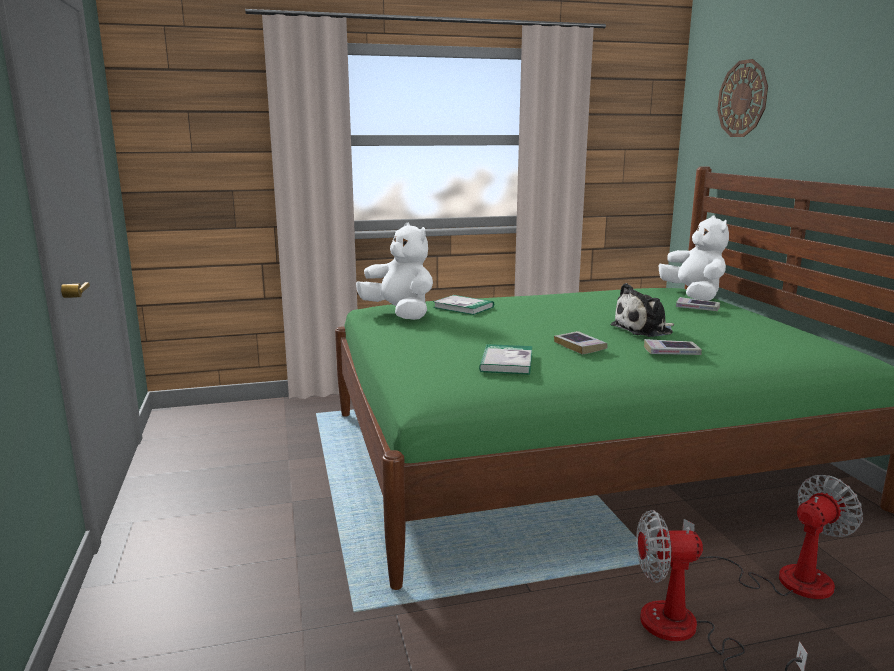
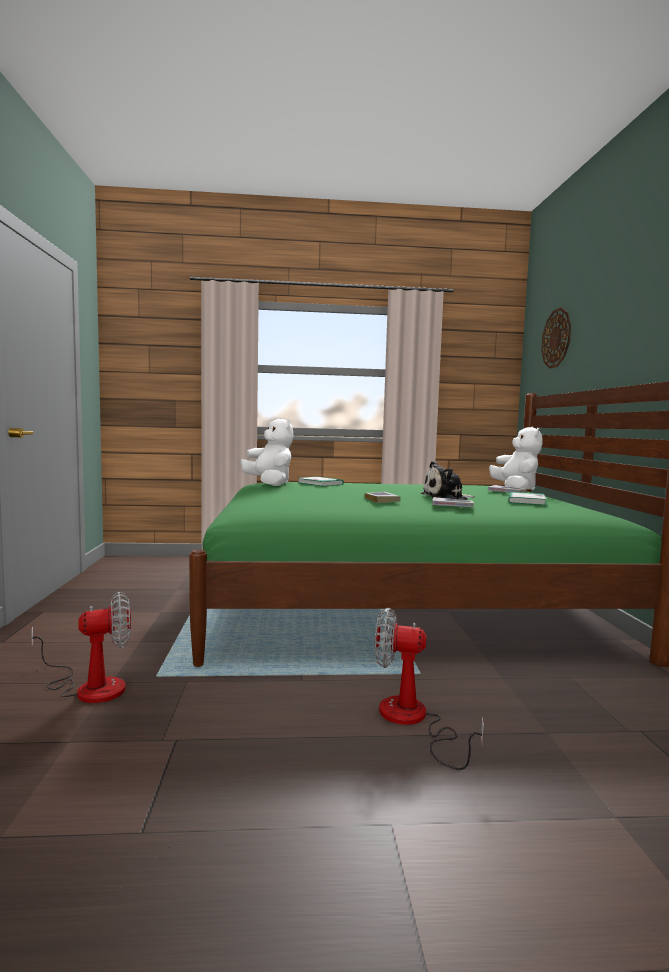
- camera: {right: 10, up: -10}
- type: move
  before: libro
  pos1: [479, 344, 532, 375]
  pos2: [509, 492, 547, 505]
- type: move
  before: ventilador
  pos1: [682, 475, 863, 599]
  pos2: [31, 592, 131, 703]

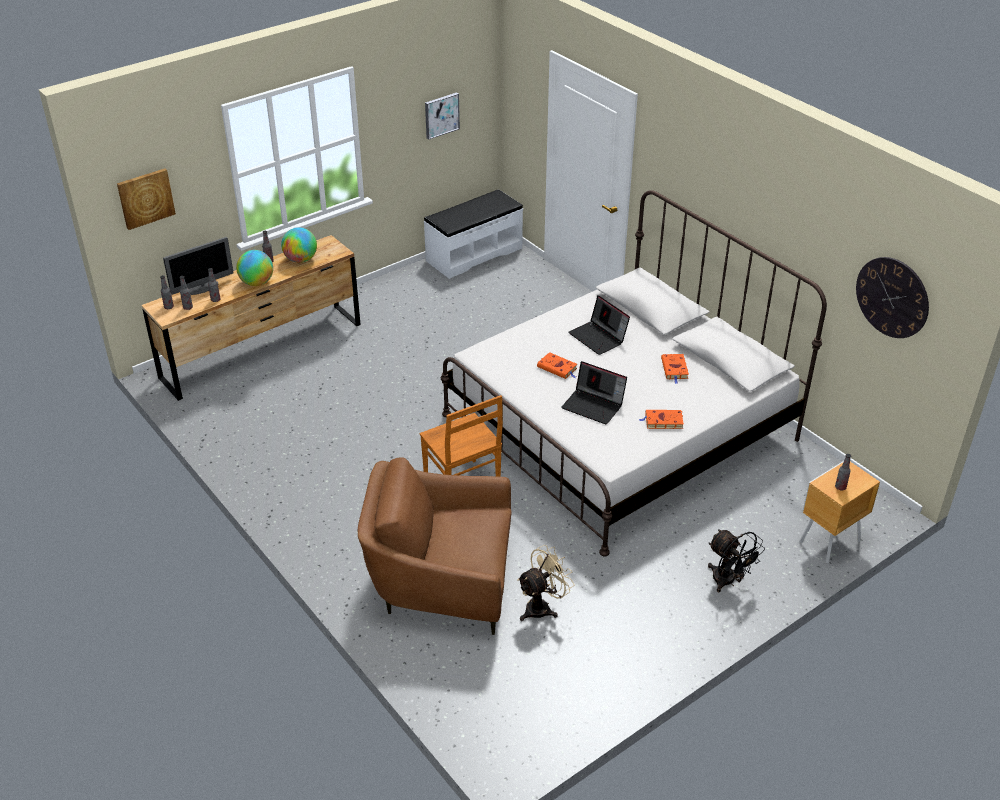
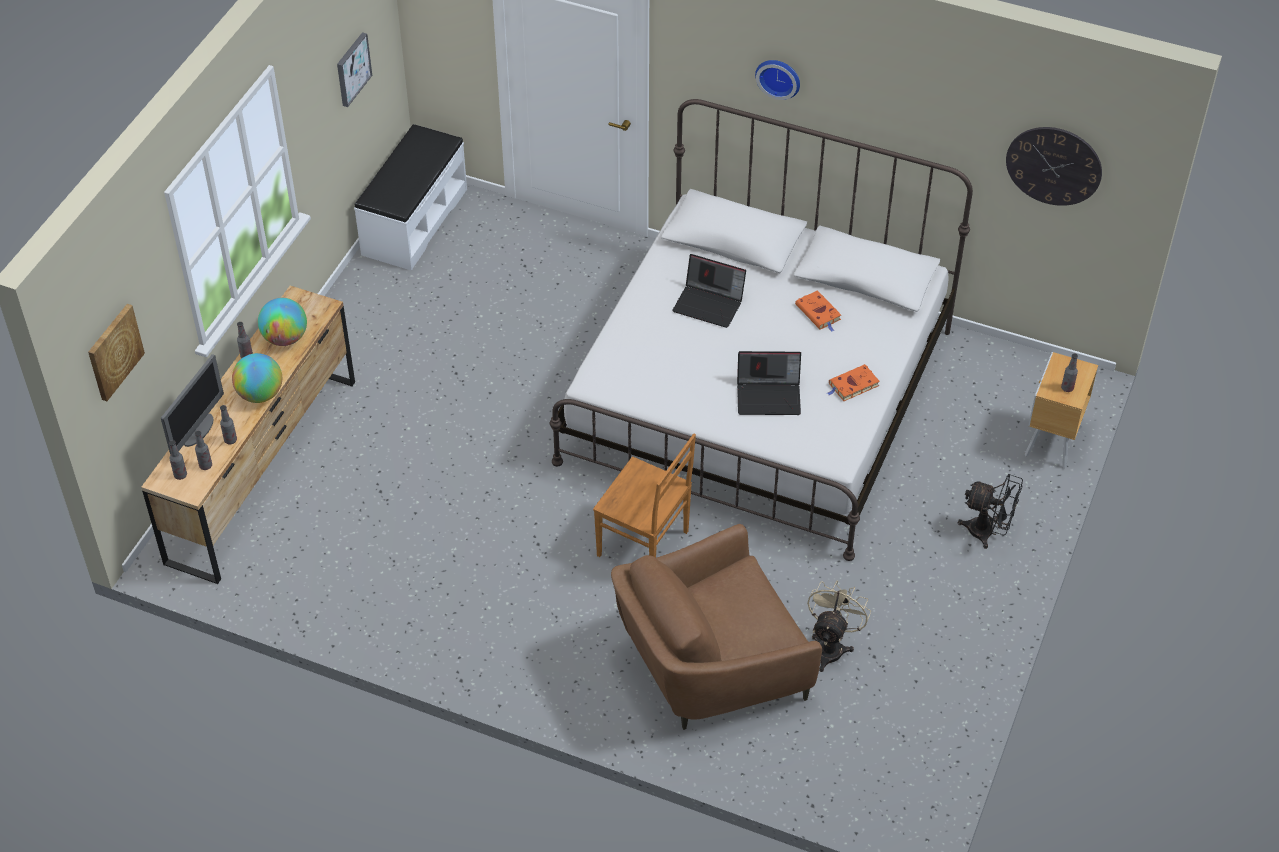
- camera: {right: -30, up: 10}
- type: delete
  before: libro [naranja]
  pos1: [537, 352, 577, 379]
- type: insert
  after: reloj de pared
  pos2: [755, 60, 800, 100]

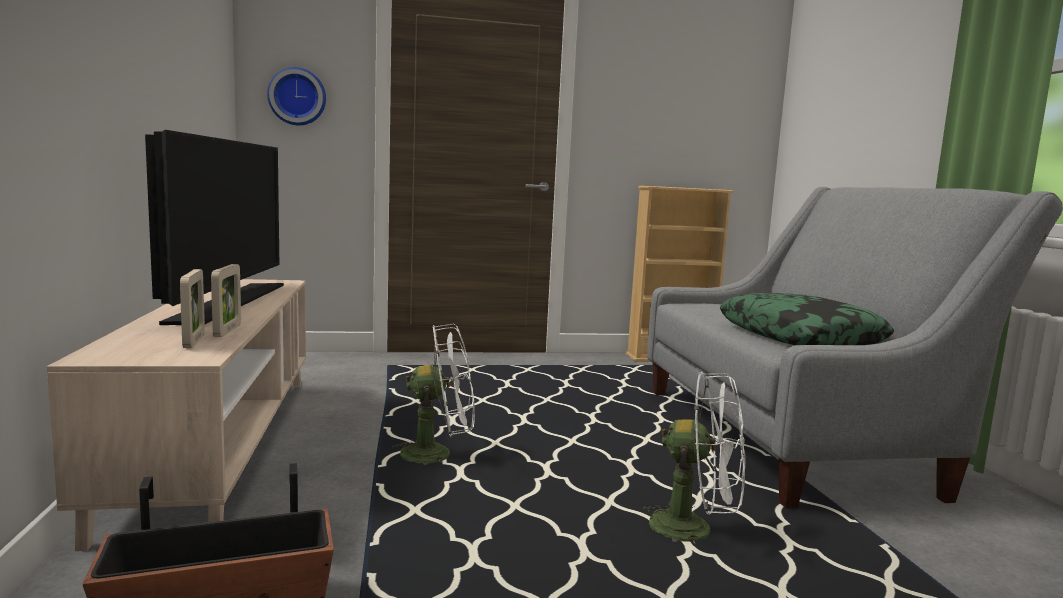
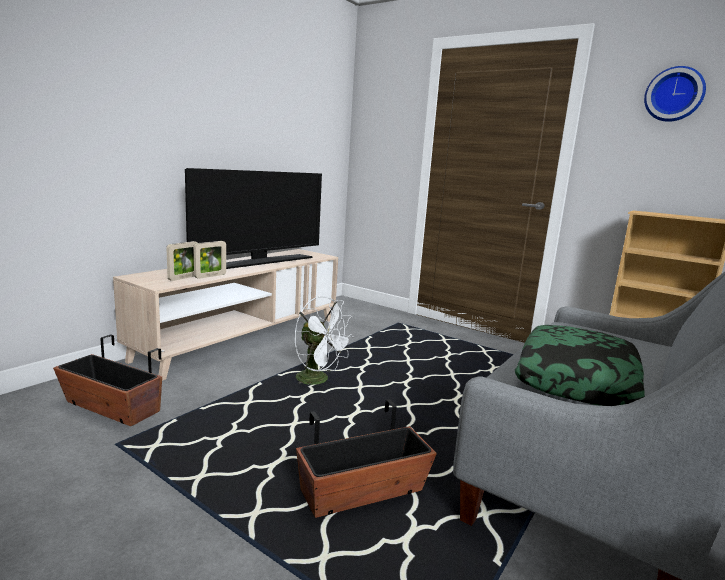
- camera: {right: 45, up: 5}
- type: move
  before: reloj de pared
  pos1: [267, 67, 326, 125]
  pos2: [644, 66, 706, 122]
- type: replace
  before: ventilador [blanco]
  after: maceta
  pos1: [643, 371, 746, 543]
  pos2: [296, 399, 437, 518]

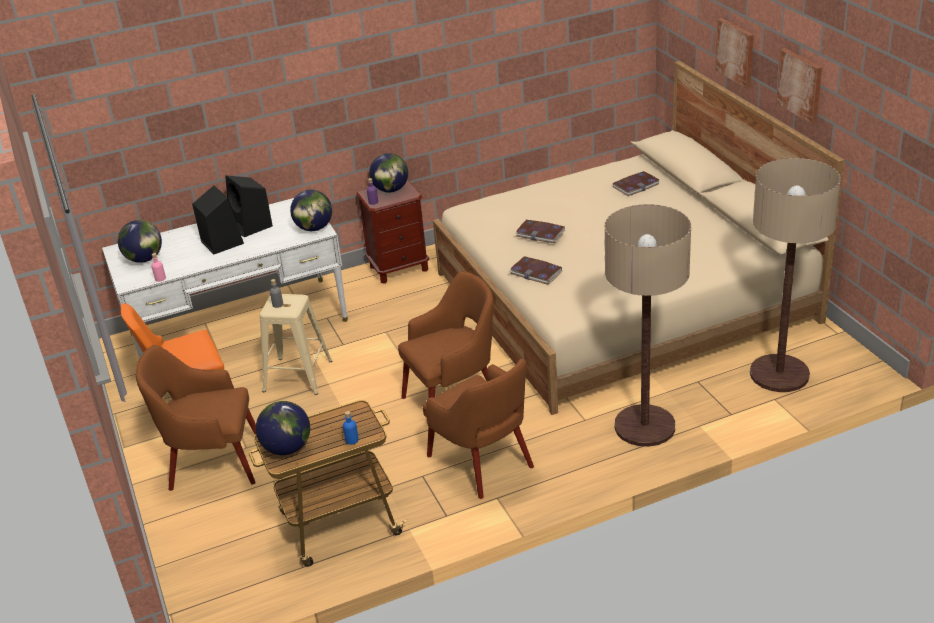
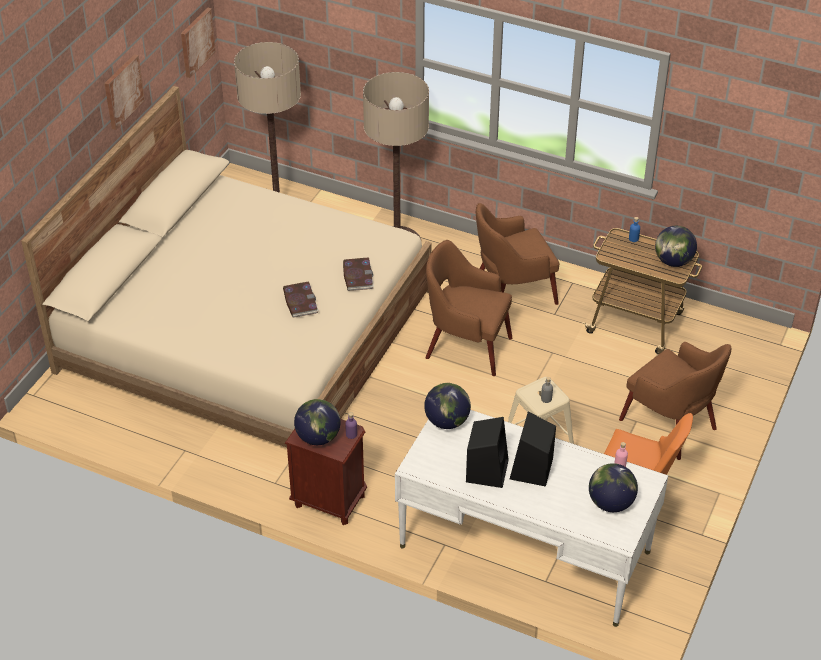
- camera: {right: -135, up: 10}
- type: move
  before: cuadro
  pos1: [715, 18, 754, 89]
  pos2: [181, 7, 216, 78]
- type: delete
  before: libro
  pos1: [612, 171, 659, 196]
- type: rotate
  before: sillón [marrón]
  pos1: [423, 358, 534, 499]
  pos2: [476, 203, 559, 305]
  turn: -120

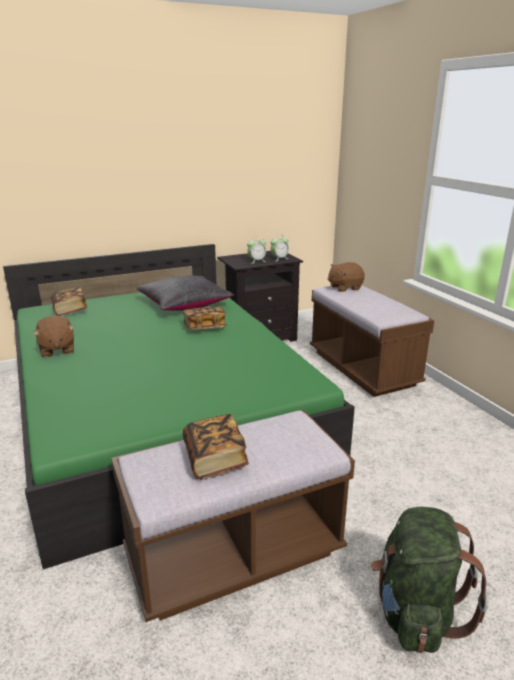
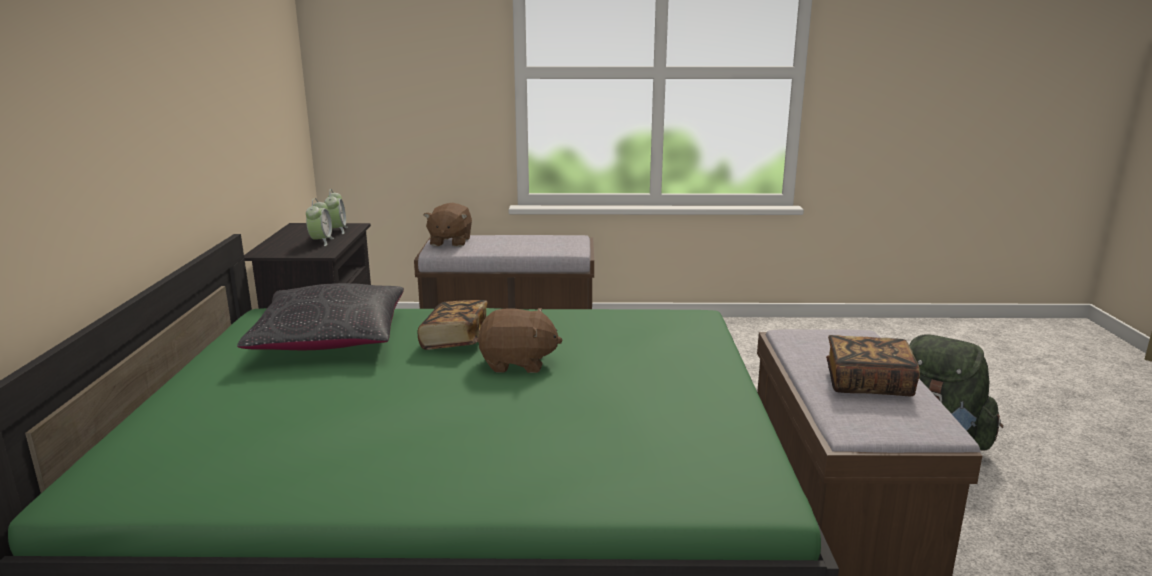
- camera: {right: -65, up: -5}
- type: delete
  before: libro
  pos1: [51, 287, 87, 316]
- type: move
  before: peluche [marrón]
  pos1: [33, 315, 75, 358]
  pos2: [477, 308, 563, 373]

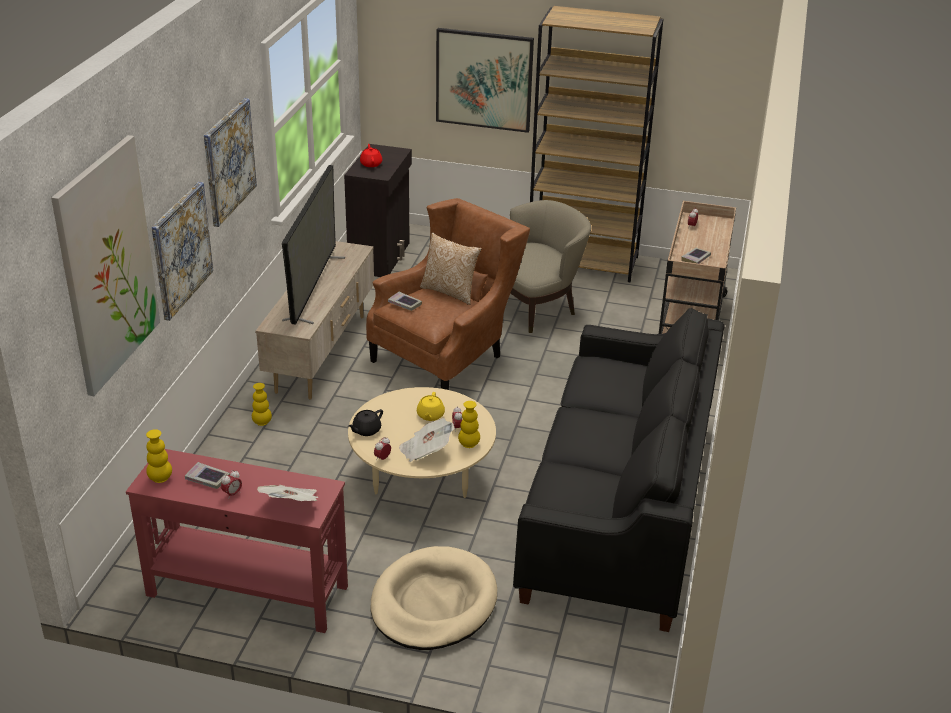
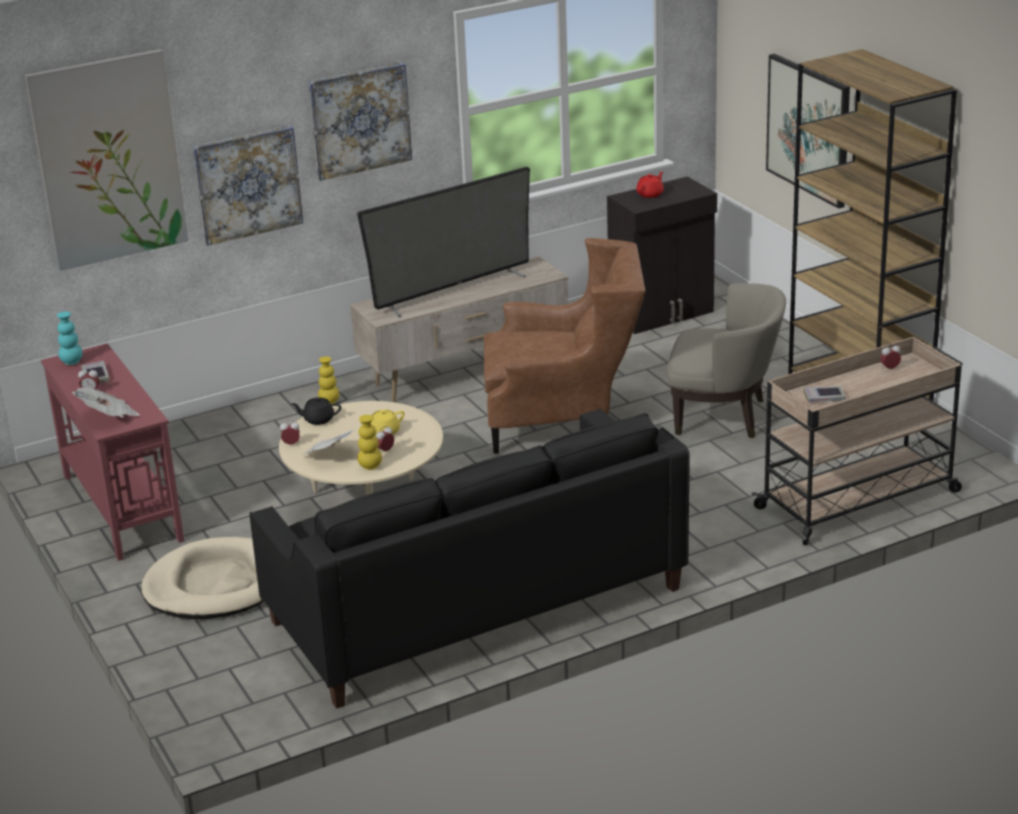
- camera: {right: 50, up: -5}
- type: delete
  before: cojín
  pos1: [420, 233, 482, 305]
- type: delete
  before: libro
  pos1: [388, 292, 422, 311]
- type: recolor
  before: florero [amarillo]
  after: florero [turquesa]
  pos1: [146, 429, 172, 483]
  pos2: [57, 311, 83, 365]

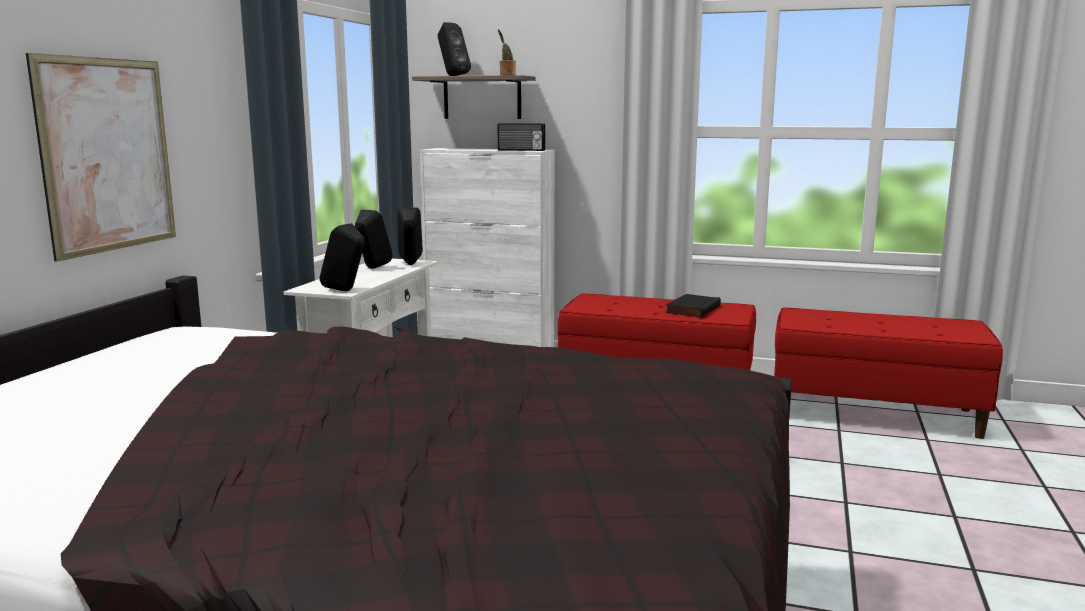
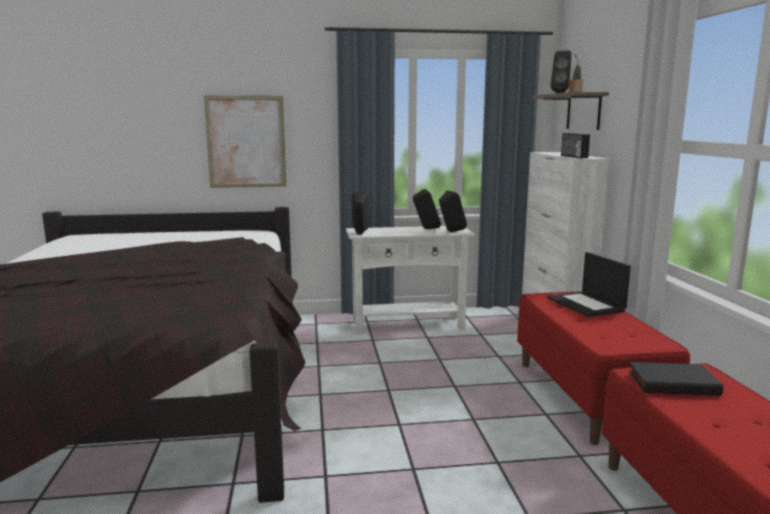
- camera: {right: 65, up: 0}
- type: move
  before: libro [negro]
  pos1: [665, 294, 721, 318]
  pos2: [629, 362, 723, 396]
- type: insert
  after: portátil
  pos2: [547, 252, 631, 317]

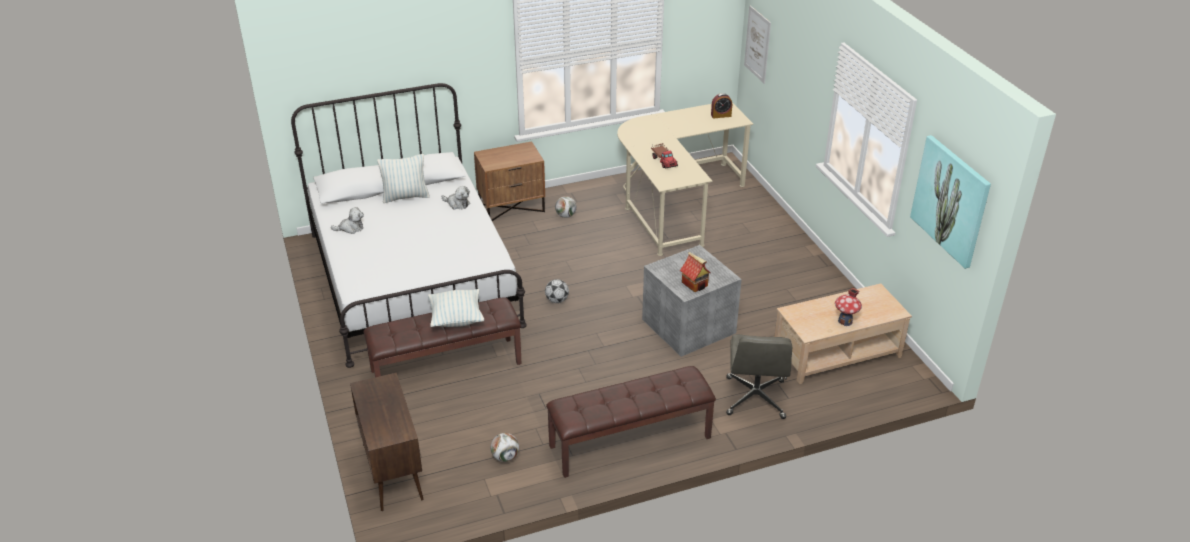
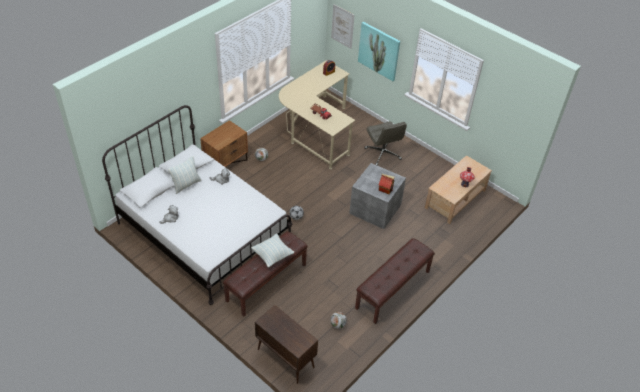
- camera: {right: -30, up: 10}
- type: move
  before: cuadro
  pos1: [910, 135, 991, 269]
  pos2: [358, 22, 400, 81]
- type: move
  before: silla de oficina [gris]
  pos1: [726, 334, 792, 419]
  pos2: [364, 121, 407, 166]

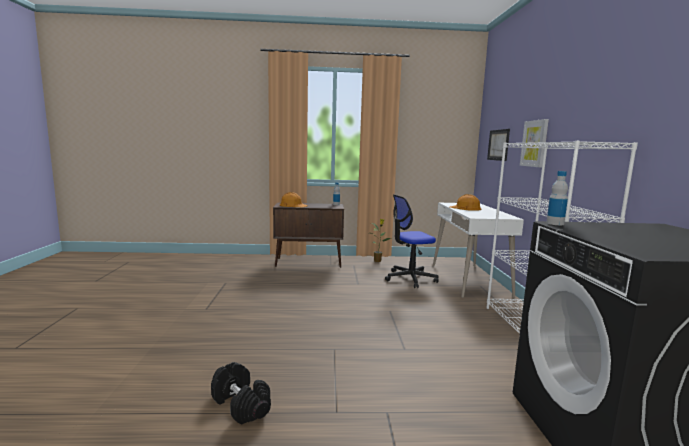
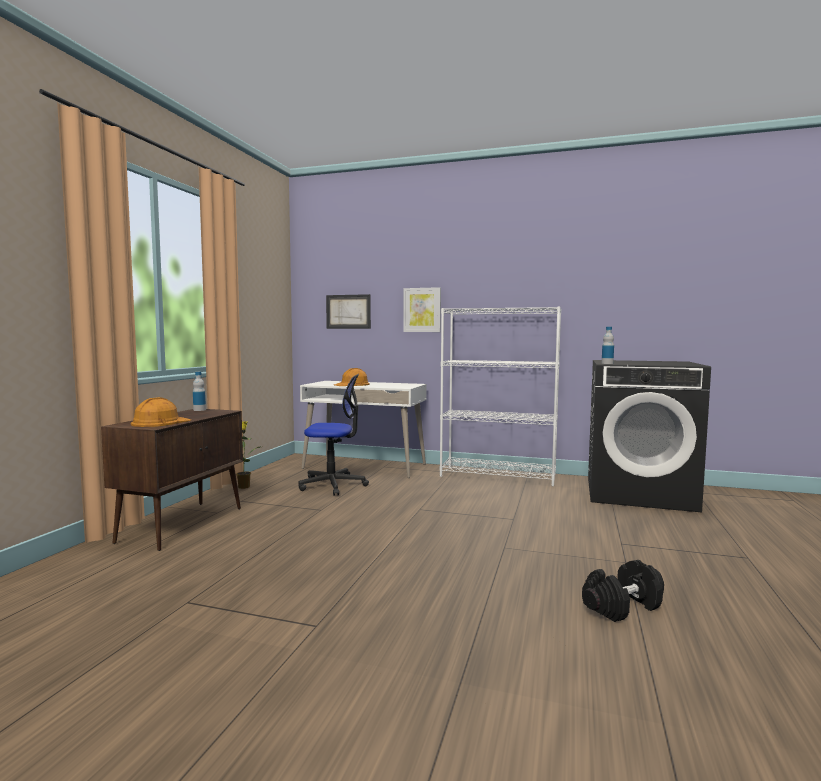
- camera: {right: -70, up: -5}
- type: rotate
  before: silla de oficina
  pos1: [385, 194, 439, 288]
  pos2: [298, 374, 369, 496]
  turn: -90

